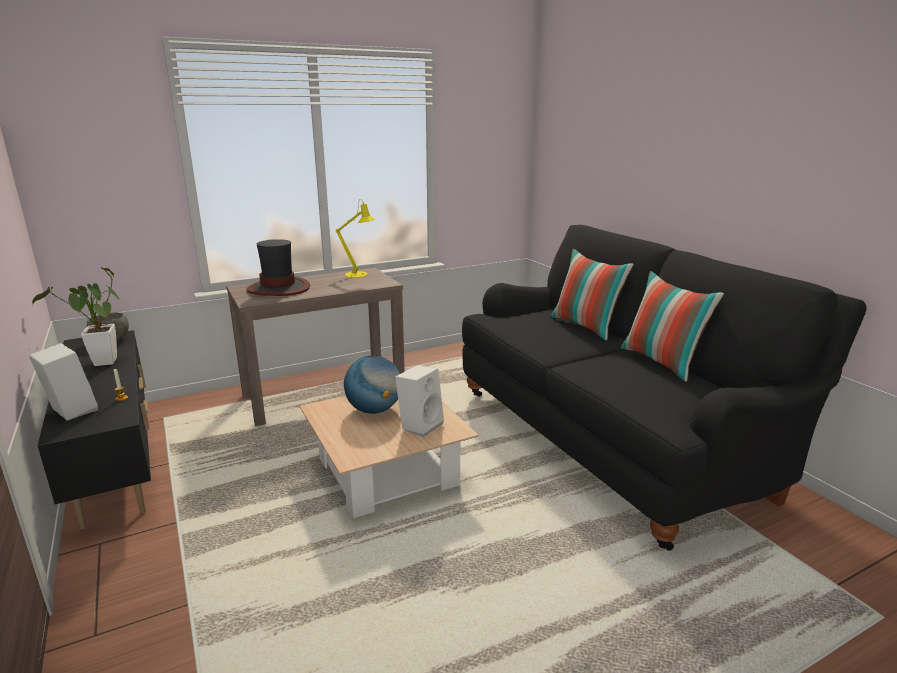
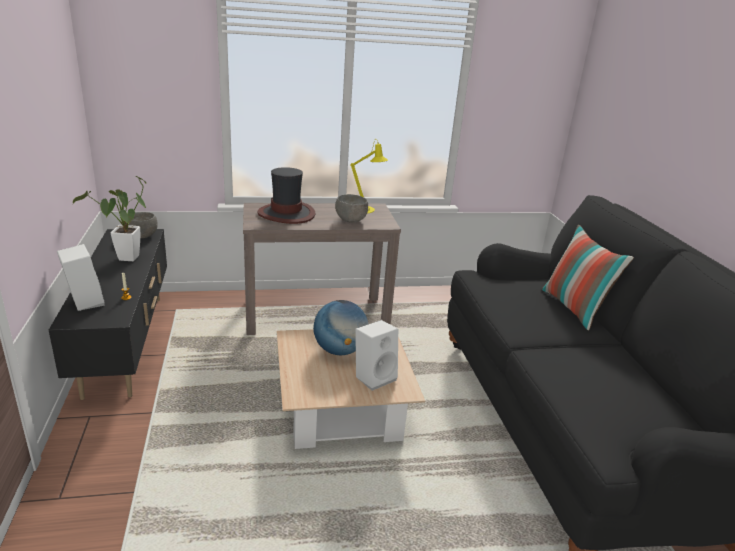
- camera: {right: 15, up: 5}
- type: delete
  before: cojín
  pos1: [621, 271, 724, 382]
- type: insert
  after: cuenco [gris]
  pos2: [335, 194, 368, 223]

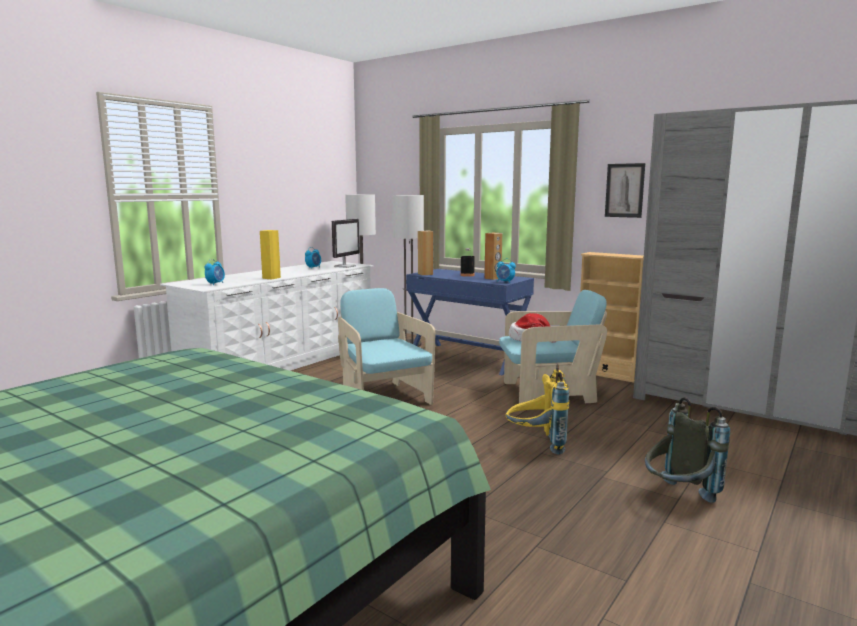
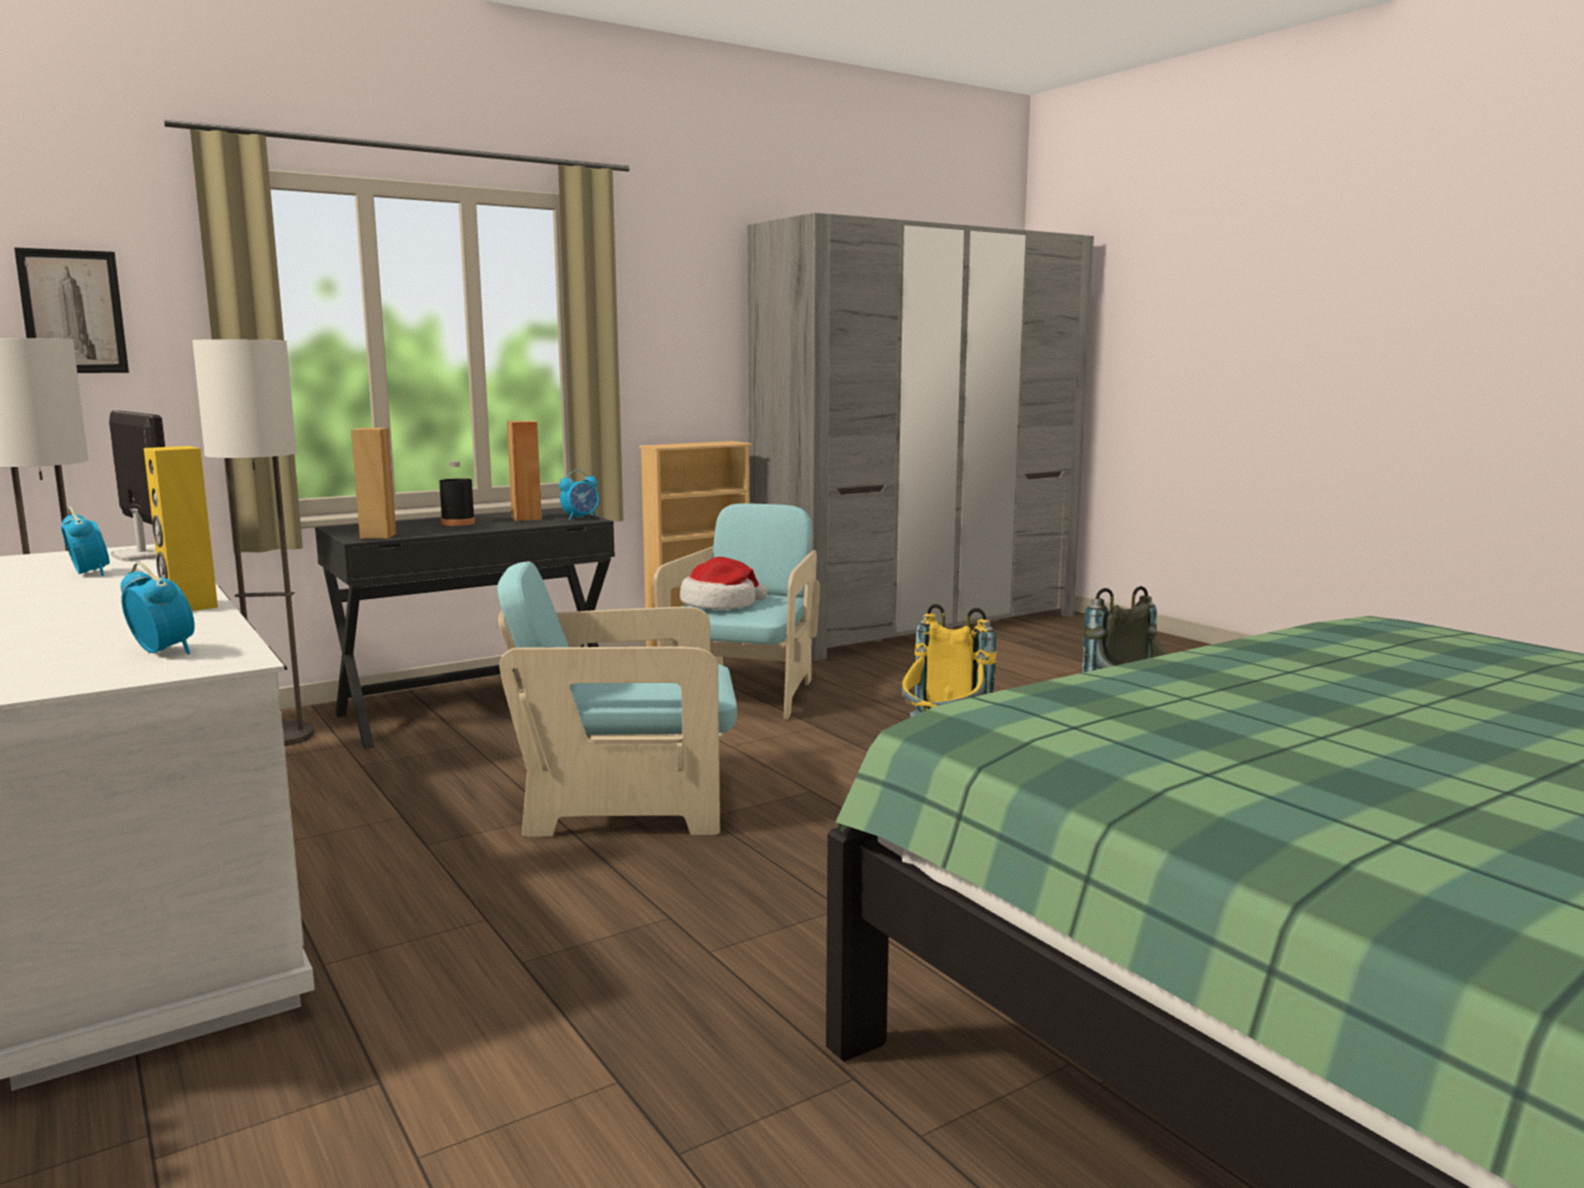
- camera: {right: -70, up: 0}
- type: move
  before: cuadro
  pos1: [605, 163, 645, 218]
  pos2: [14, 247, 129, 373]
- type: recolor
  before: escritorio [azul]
  after: escritorio [negro]
  pos1: [406, 269, 534, 375]
  pos2: [315, 508, 615, 749]

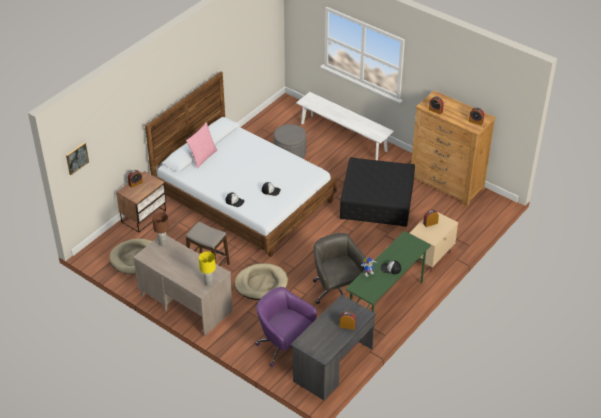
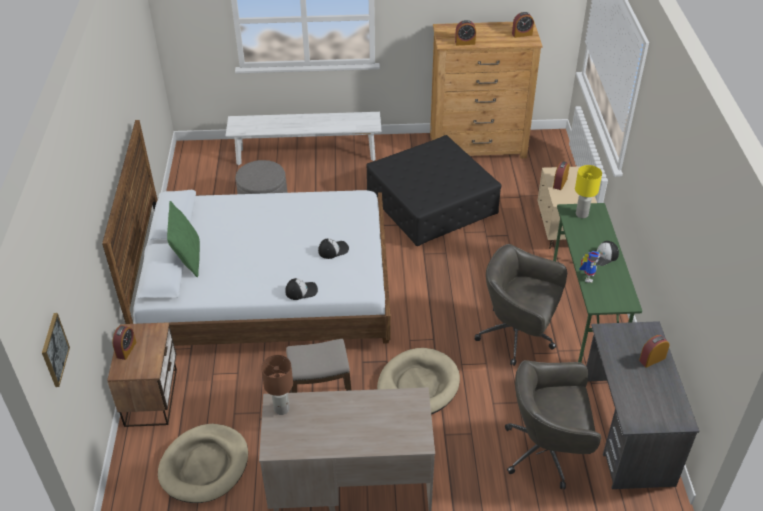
- camera: {right: -40, up: 0}
- type: recolor
  before: cojín [rosa]
  after: cojín [verde]
  pos1: [186, 122, 218, 169]
  pos2: [167, 201, 200, 277]
- type: move
  before: lámpara de mesa [amarillo]
  pos1: [199, 251, 216, 286]
  pos2: [575, 165, 602, 218]
- type: recolor
  before: silla de oficina [morado]
  after: silla de oficina [gris]
  pos1: [255, 287, 317, 367]
  pos2: [505, 360, 601, 489]

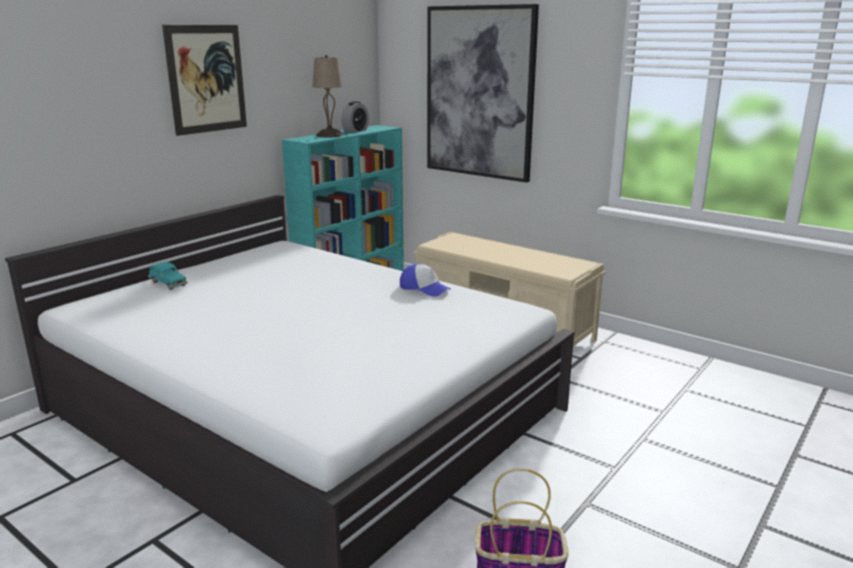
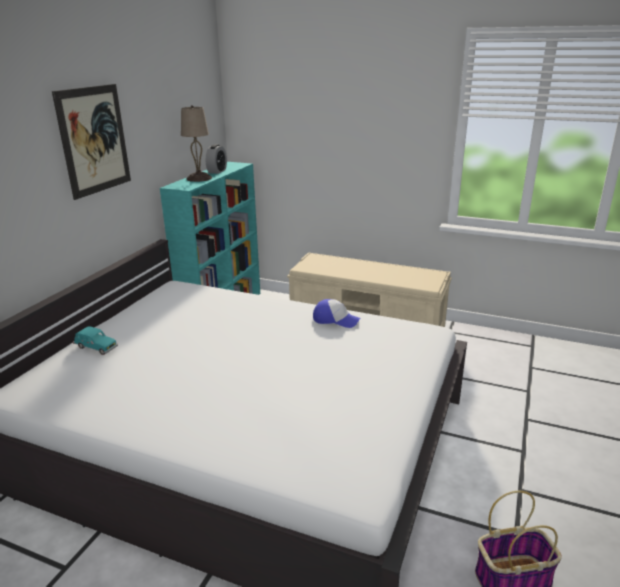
- camera: {right: -15, up: 5}
- type: delete
  before: cuadro
  pos1: [427, 4, 539, 183]

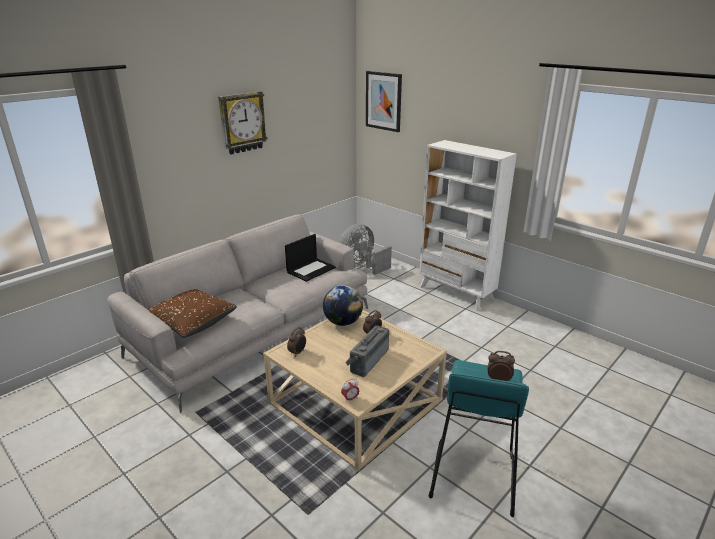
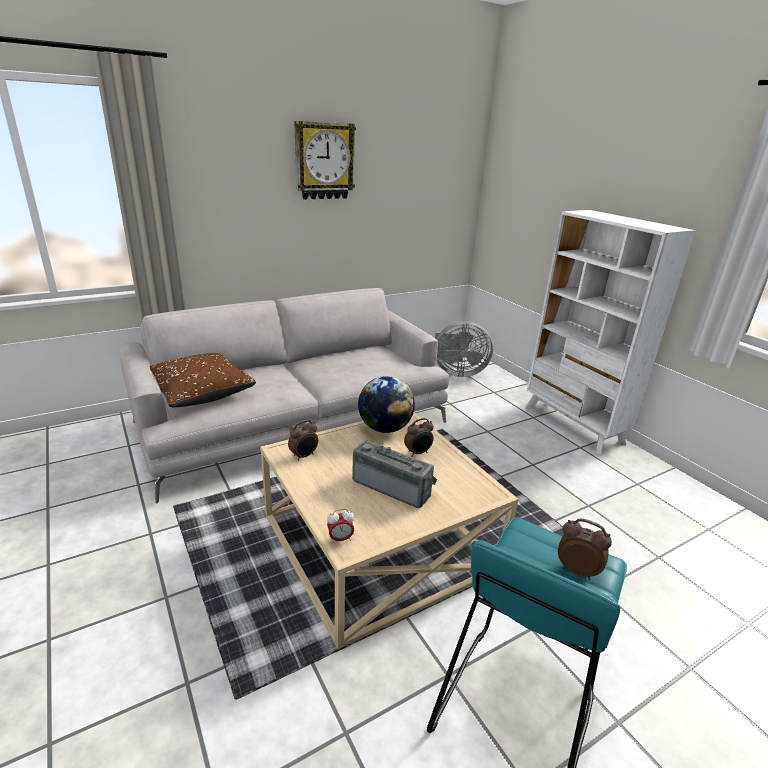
- camera: {right: 15, up: 0}
- type: delete
  before: cuadro
  pos1: [366, 71, 402, 132]
- type: rotate
  before: ventilador [gris]
  pos1: [339, 224, 392, 275]
  pos2: [435, 321, 493, 377]
  turn: -150
- type: delete
  before: portátil
  pos1: [285, 234, 336, 282]
- type: rotate
  before: radio
  pos1: [345, 325, 389, 377]
  pos2: [352, 440, 437, 508]
  turn: 75

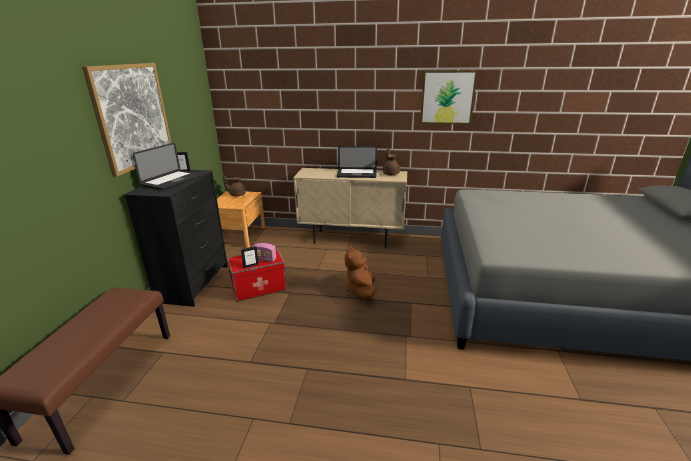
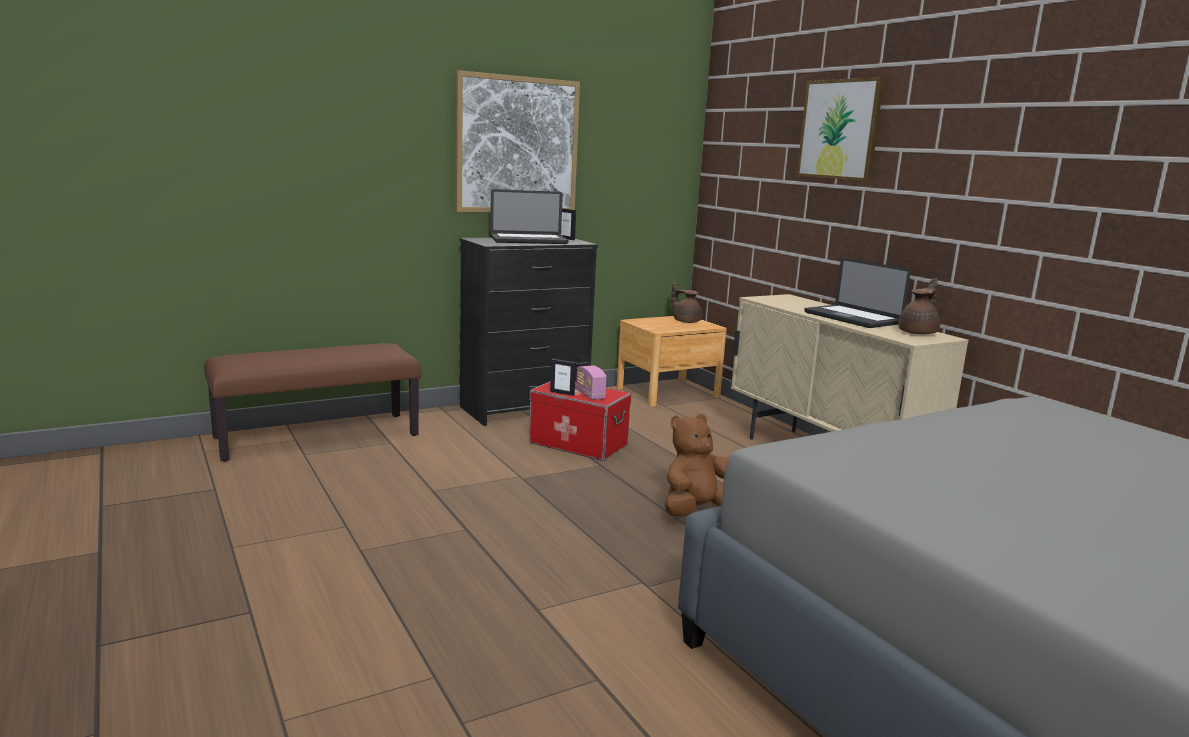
- camera: {right: 50, up: -10}
- type: move
  before: cuadro
  pos1: [420, 70, 478, 124]
  pos2: [797, 77, 884, 181]

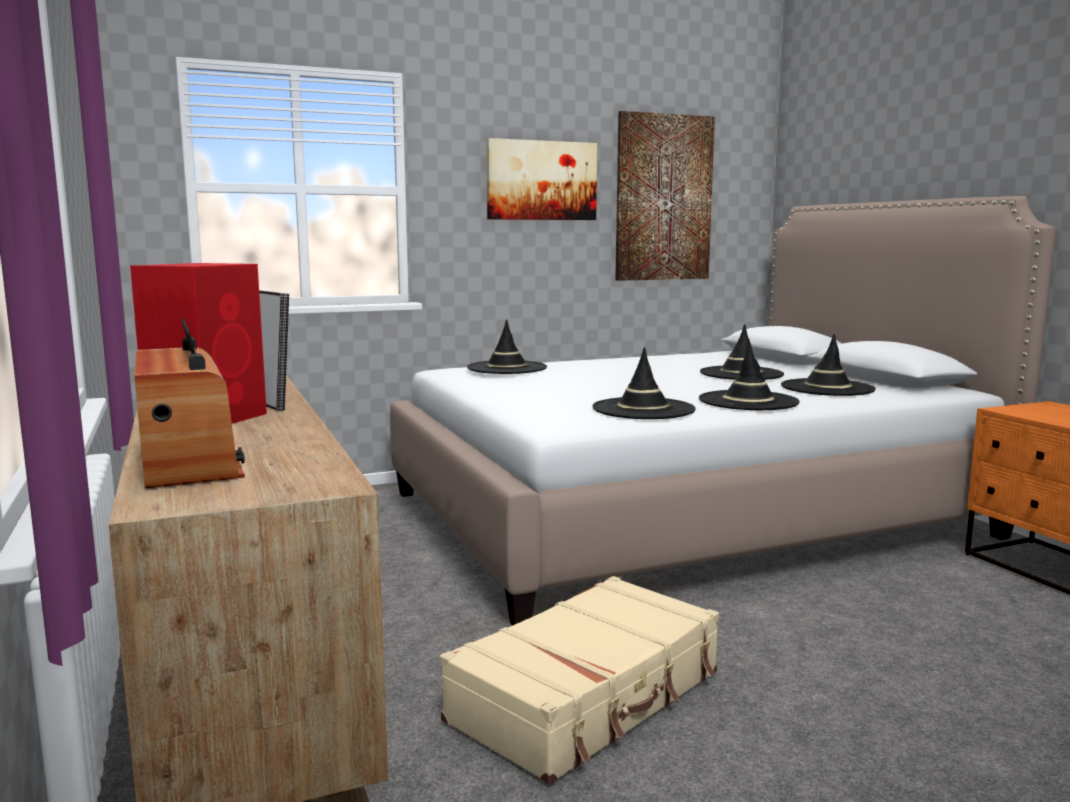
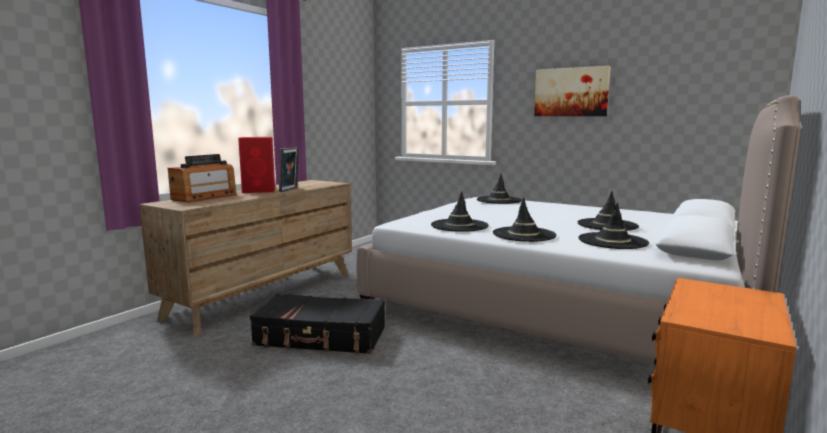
- camera: {right: 55, up: 0}
- type: delete
  before: cuadro
  pos1: [615, 111, 715, 281]
- type: recolor
  before: maleta [beis]
  after: maleta [negro]
  pos1: [440, 576, 719, 785]
  pos2: [250, 293, 385, 354]

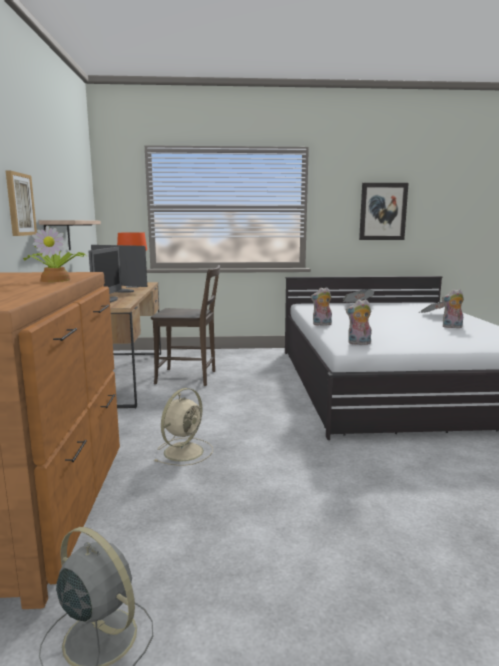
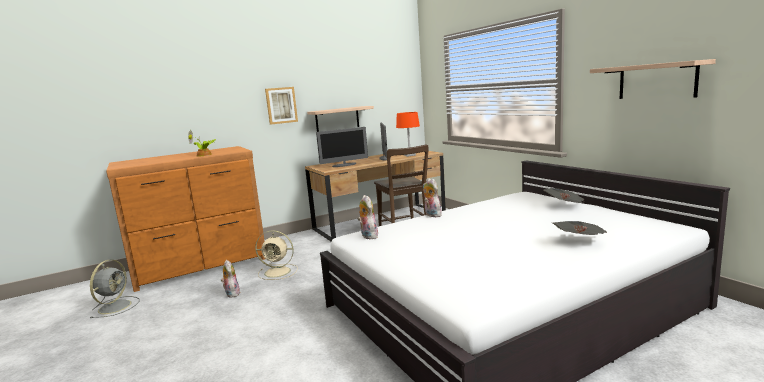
- camera: {right: 65, up: 0}
- type: replace
  before: cuadro
  after: estante
  pos1: [359, 183, 409, 240]
  pos2: [590, 59, 716, 99]
- type: move
  before: peluche
  pos1: [442, 289, 464, 328]
  pos2: [221, 260, 240, 298]

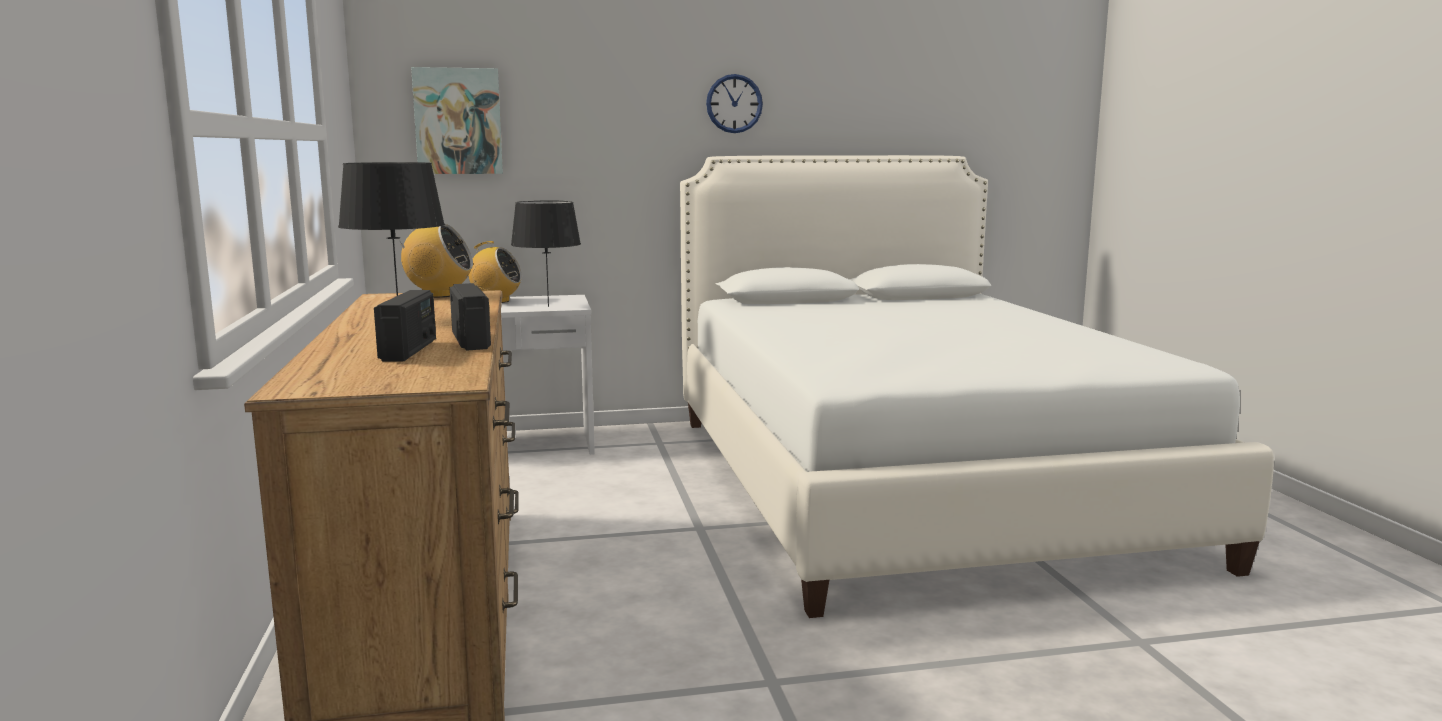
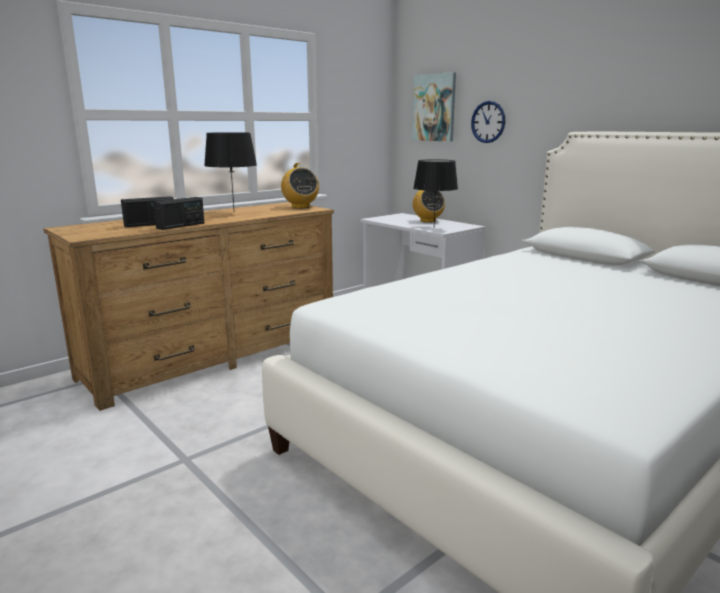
- camera: {right: 60, up: 5}
- type: move
  before: reloj de pared
  pos1: [706, 74, 763, 133]
  pos2: [471, 101, 505, 143]

